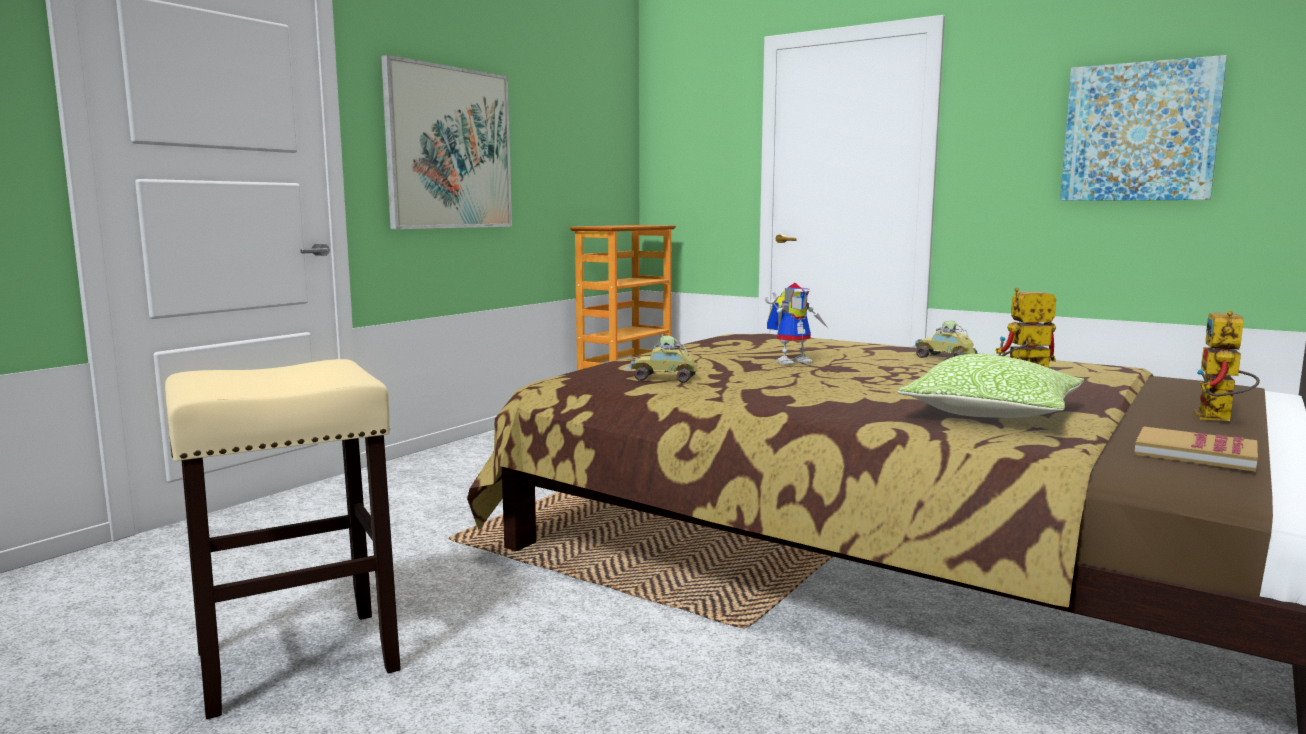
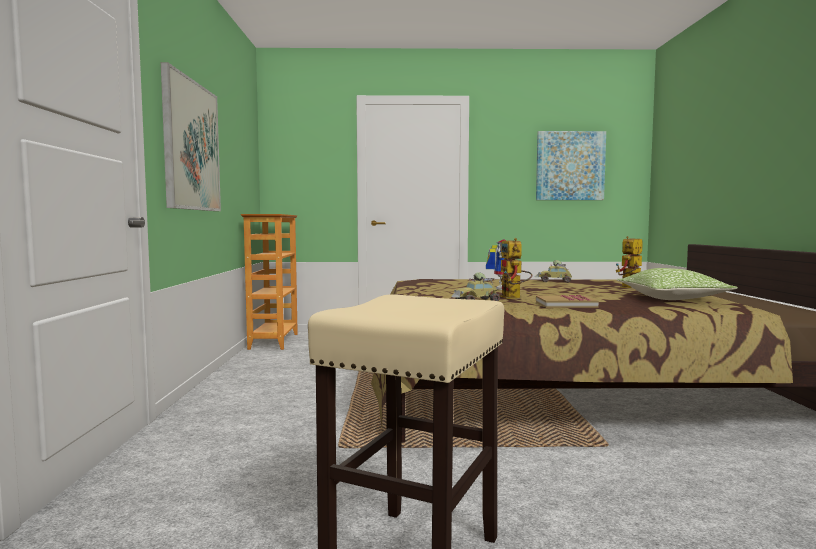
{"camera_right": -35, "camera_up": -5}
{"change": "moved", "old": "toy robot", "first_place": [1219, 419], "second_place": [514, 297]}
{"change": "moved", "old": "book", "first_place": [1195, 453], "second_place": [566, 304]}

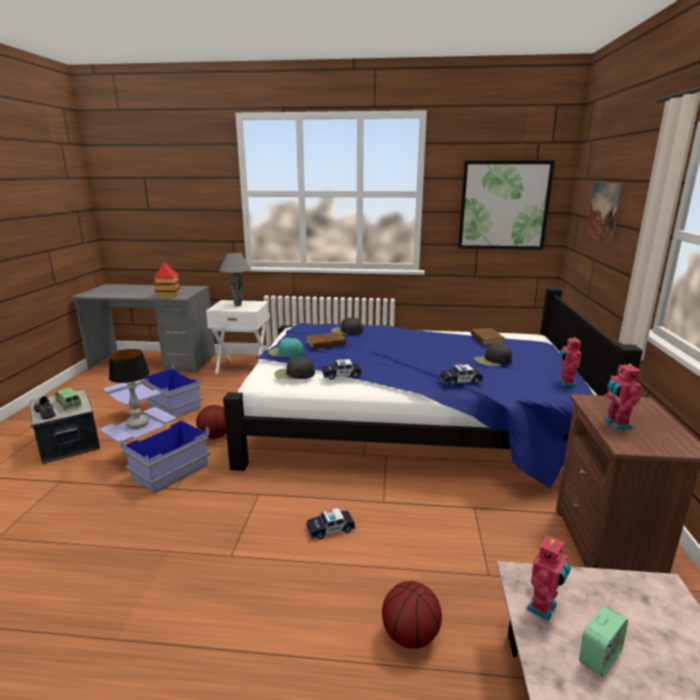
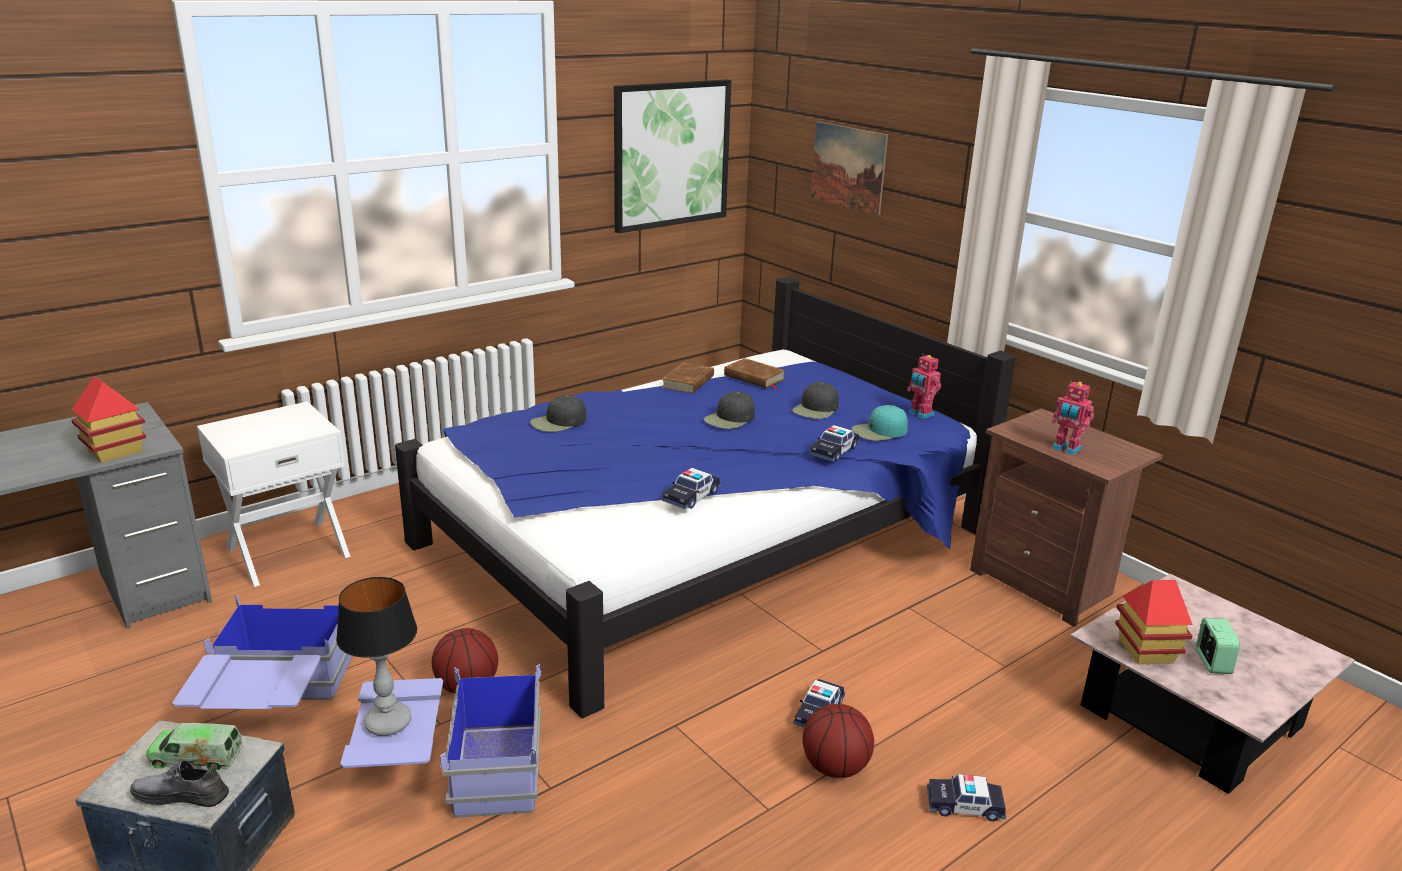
{"camera_right": -45, "camera_up": 5}
{"change": "removed", "old": "grey table lamp", "first_place": [238, 305]}
{"change": "moved", "old": "brown book", "first_place": [326, 343], "second_place": [688, 382]}
{"change": "moved", "old": "turquoise cap", "first_place": [285, 353], "second_place": [879, 431]}
{"change": "moved", "old": "black cap", "first_place": [294, 374], "second_place": [730, 419]}
{"change": "replaced", "old": "toy robot", "new": "toy house", "first_place": [543, 608], "second_place": [1145, 651]}
{"change": "moved", "old": "basketball", "first_place": [410, 636], "second_place": [835, 768]}
{"change": "added", "new": "toy car", "second_place": [964, 805]}

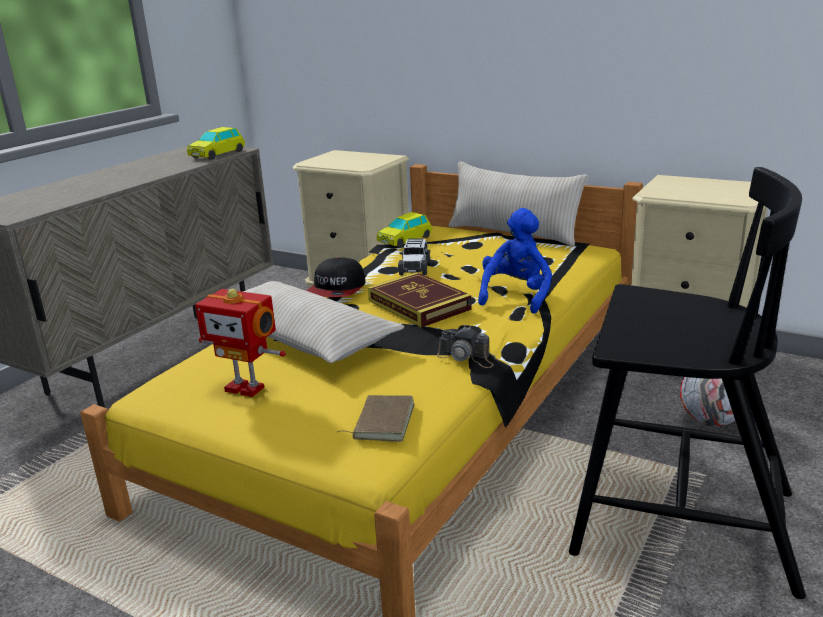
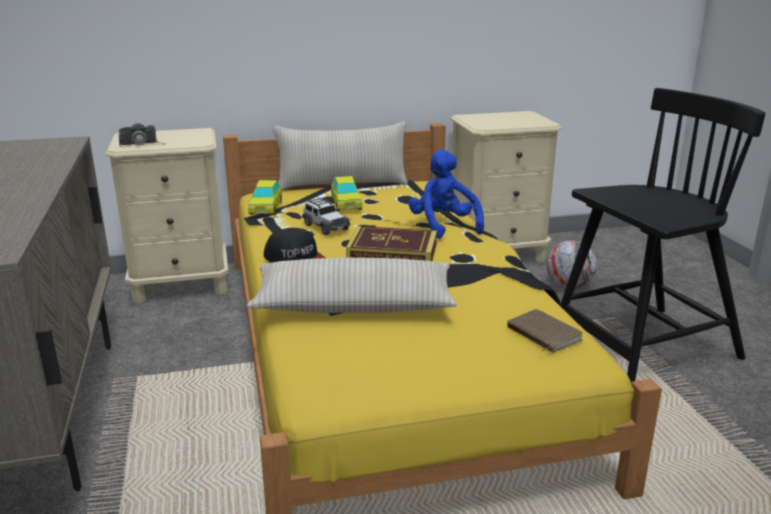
{"camera_right": -45, "camera_up": 0}
{"change": "moved", "old": "toy car", "first_place": [217, 154], "second_place": [346, 204]}
{"change": "removed", "old": "toy robot", "first_place": [246, 388]}
{"change": "moved", "old": "photo camera", "first_place": [466, 357], "second_place": [142, 144]}

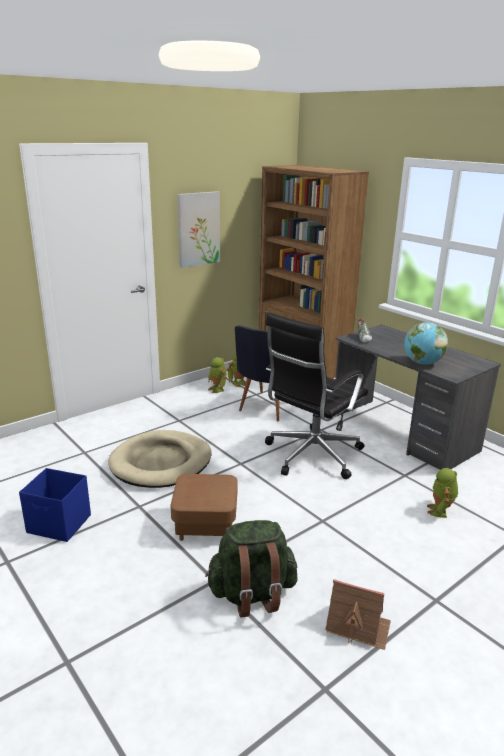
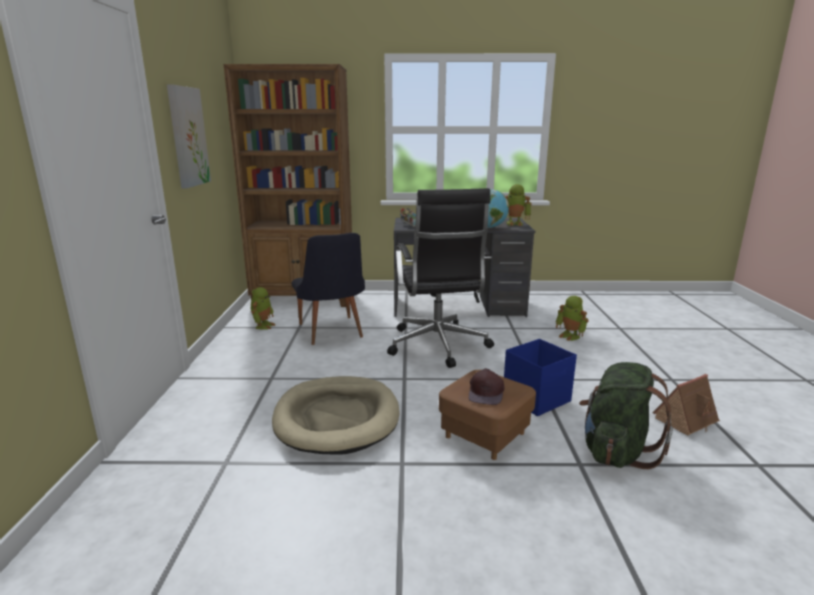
{"camera_right": -50, "camera_up": -5}
{"change": "moved", "old": "toy robot", "first_place": [218, 389], "second_place": [514, 223]}
{"change": "moved", "old": "blue storage box", "first_place": [59, 524], "second_place": [537, 399]}
{"change": "added", "new": "brown cap", "second_place": [487, 392]}

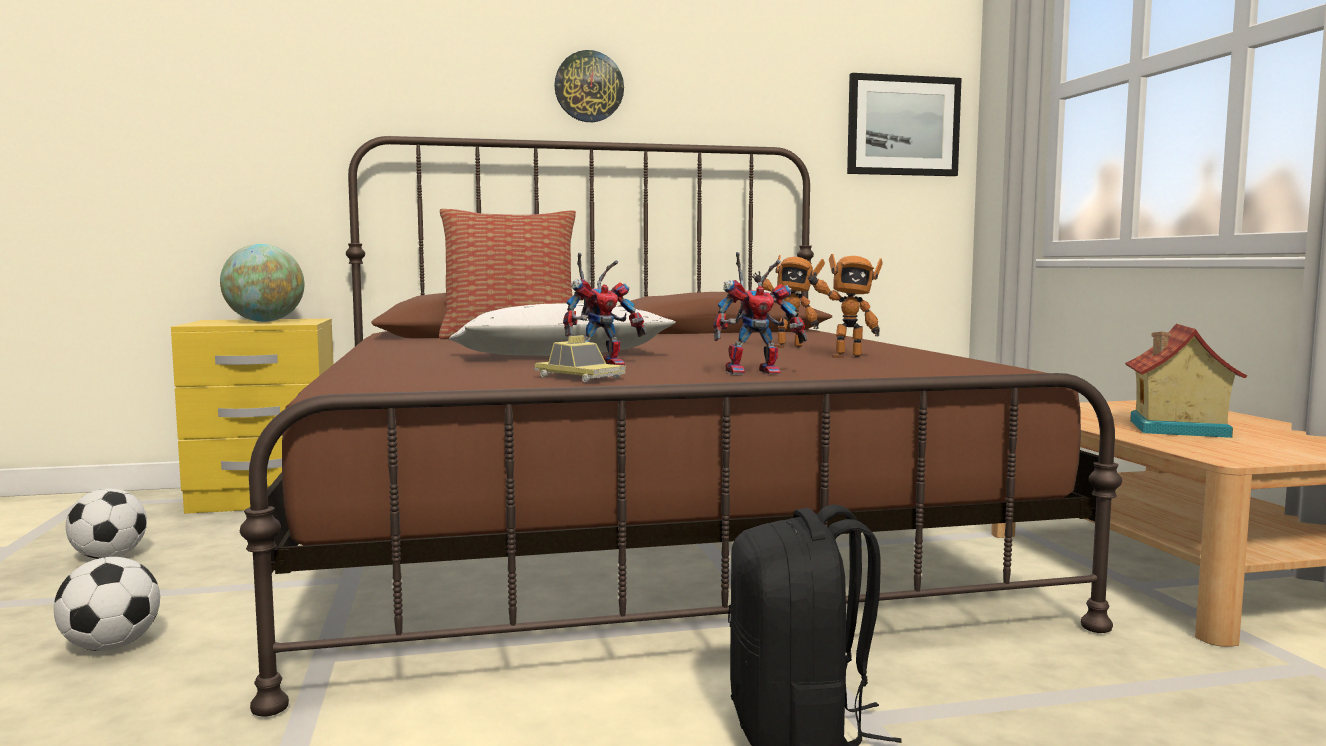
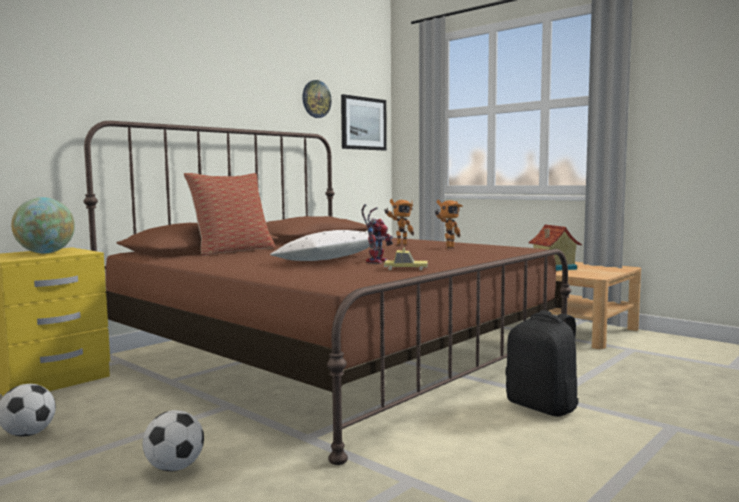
{"camera_right": -35, "camera_up": 0}
{"change": "moved", "old": "wall clock", "first_place": [589, 86], "second_place": [316, 99]}
{"change": "removed", "old": "toy robot", "first_place": [756, 372]}

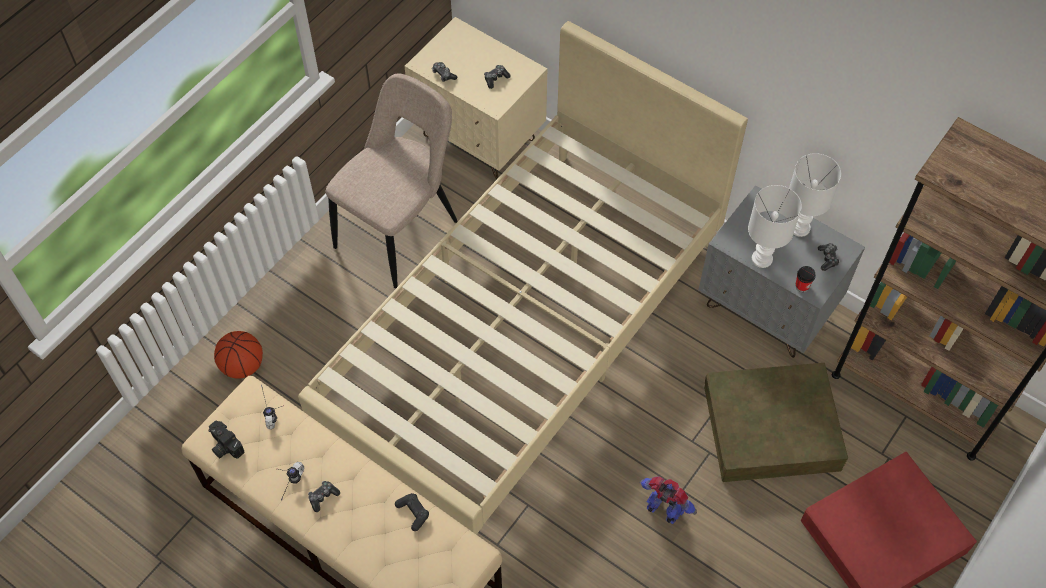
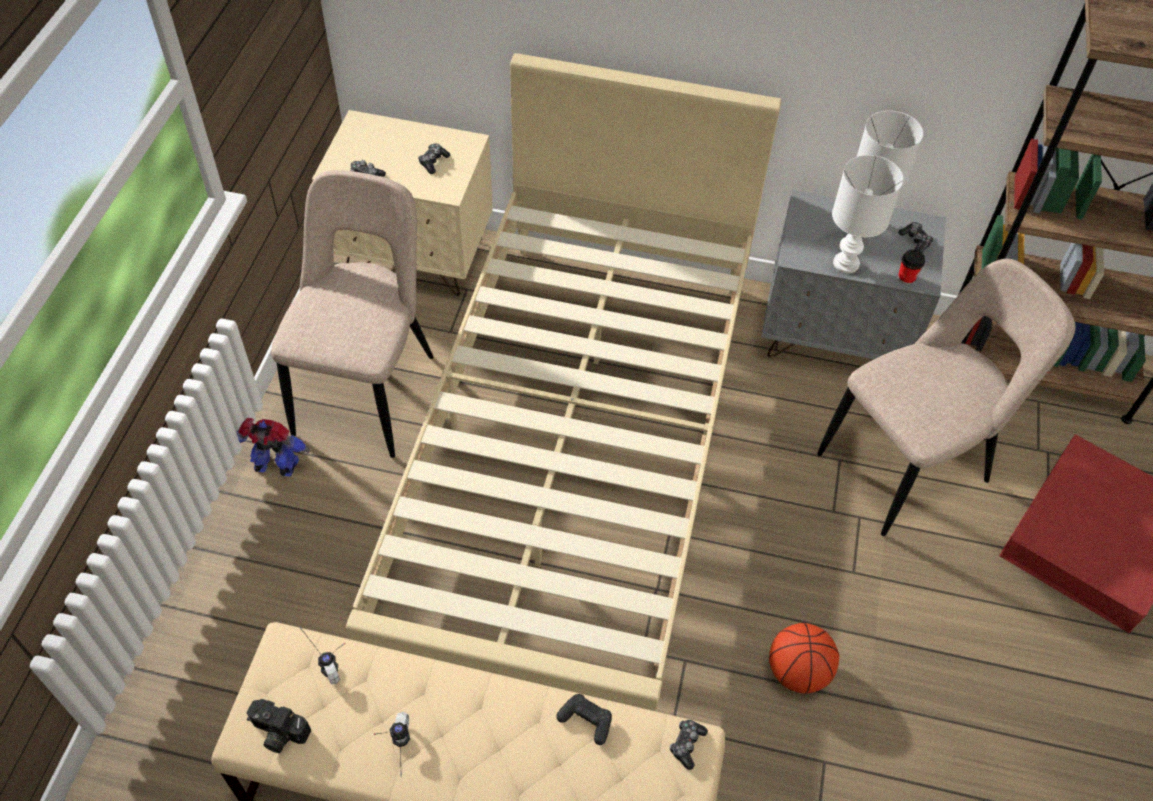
{"camera_right": -25, "camera_up": -5}
{"change": "moved", "old": "basketball", "first_place": [242, 366], "second_place": [798, 672]}
{"change": "replaced", "old": "brown storage box", "new": "beige chair", "first_place": [771, 428], "second_place": [910, 465]}
{"change": "moved", "old": "toy robot", "first_place": [664, 510], "second_place": [276, 466]}
{"change": "moved", "old": "game controller", "first_place": [323, 497], "second_place": [686, 744]}

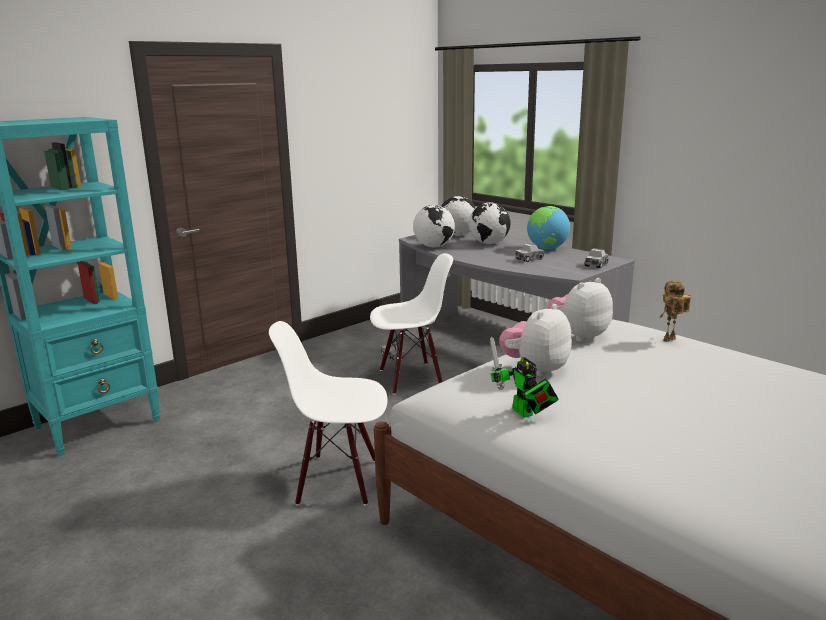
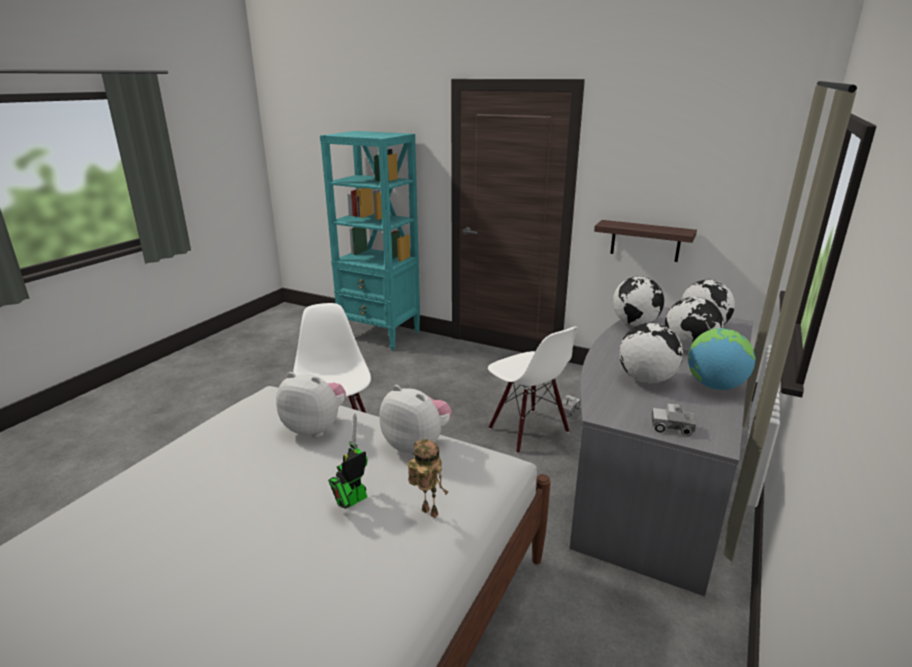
{"camera_right": 70, "camera_up": 5}
{"change": "replaced", "old": "toy truck", "new": "globe", "first_place": [529, 259], "second_place": [646, 379]}
{"change": "moved", "old": "toy robot", "first_place": [524, 413], "second_place": [351, 501]}
{"change": "added", "new": "shelf", "second_place": [645, 241]}

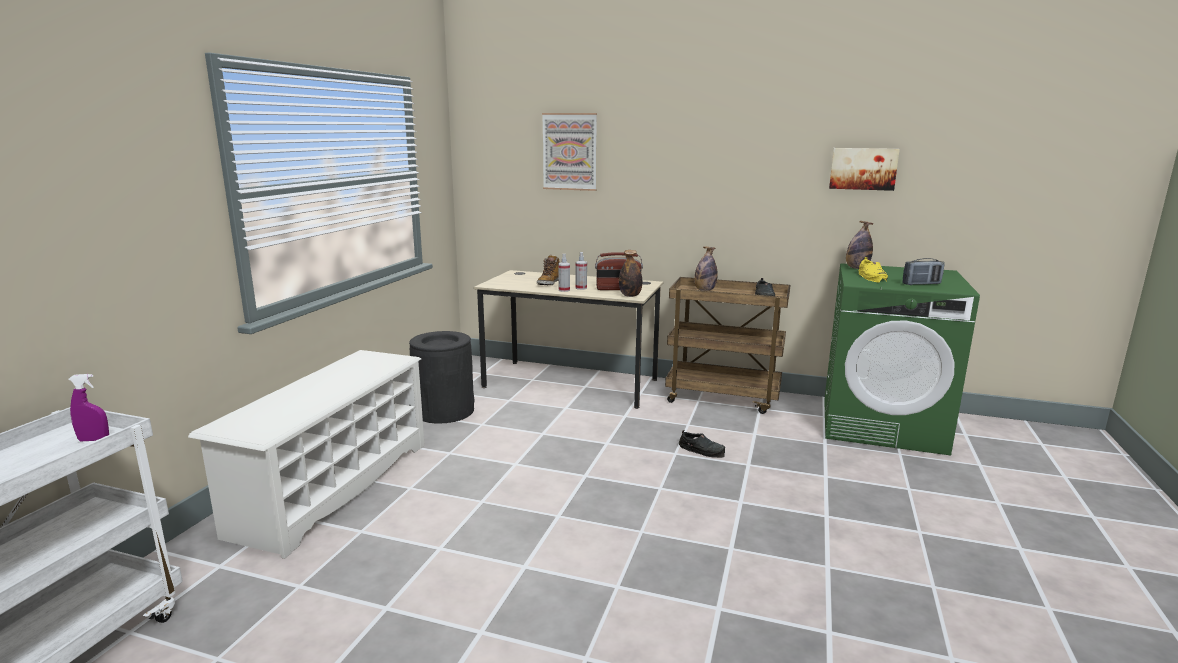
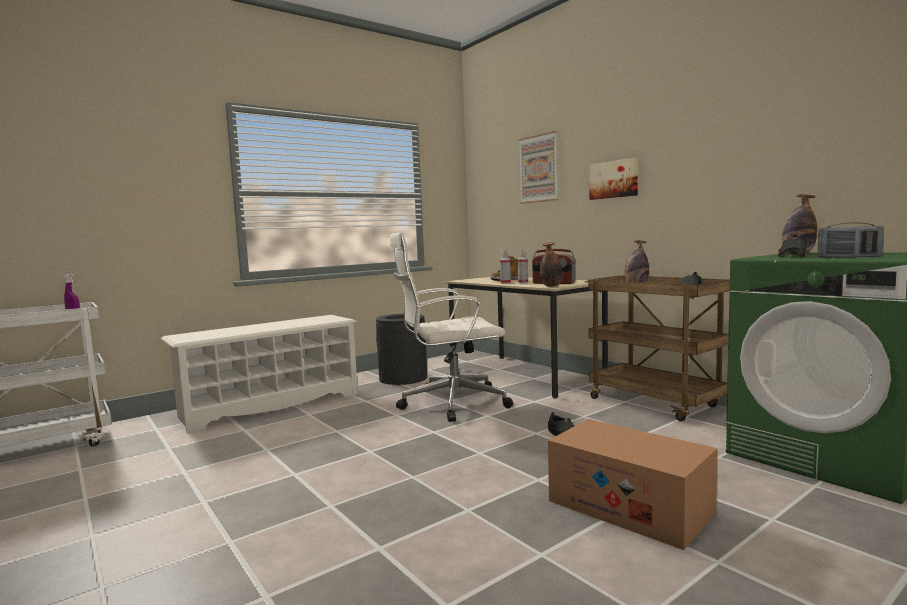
{"camera_right": 35, "camera_up": -10}
{"change": "moved", "old": "picture", "first_place": [863, 168], "second_place": [614, 179]}
{"change": "recoloured", "old": "yellow shoe", "new": "black shoe", "first_place": [872, 277], "second_place": [793, 256]}
{"change": "added", "new": "white office chair", "second_place": [450, 403]}
{"change": "added", "new": "cardboard box", "second_place": [629, 506]}

